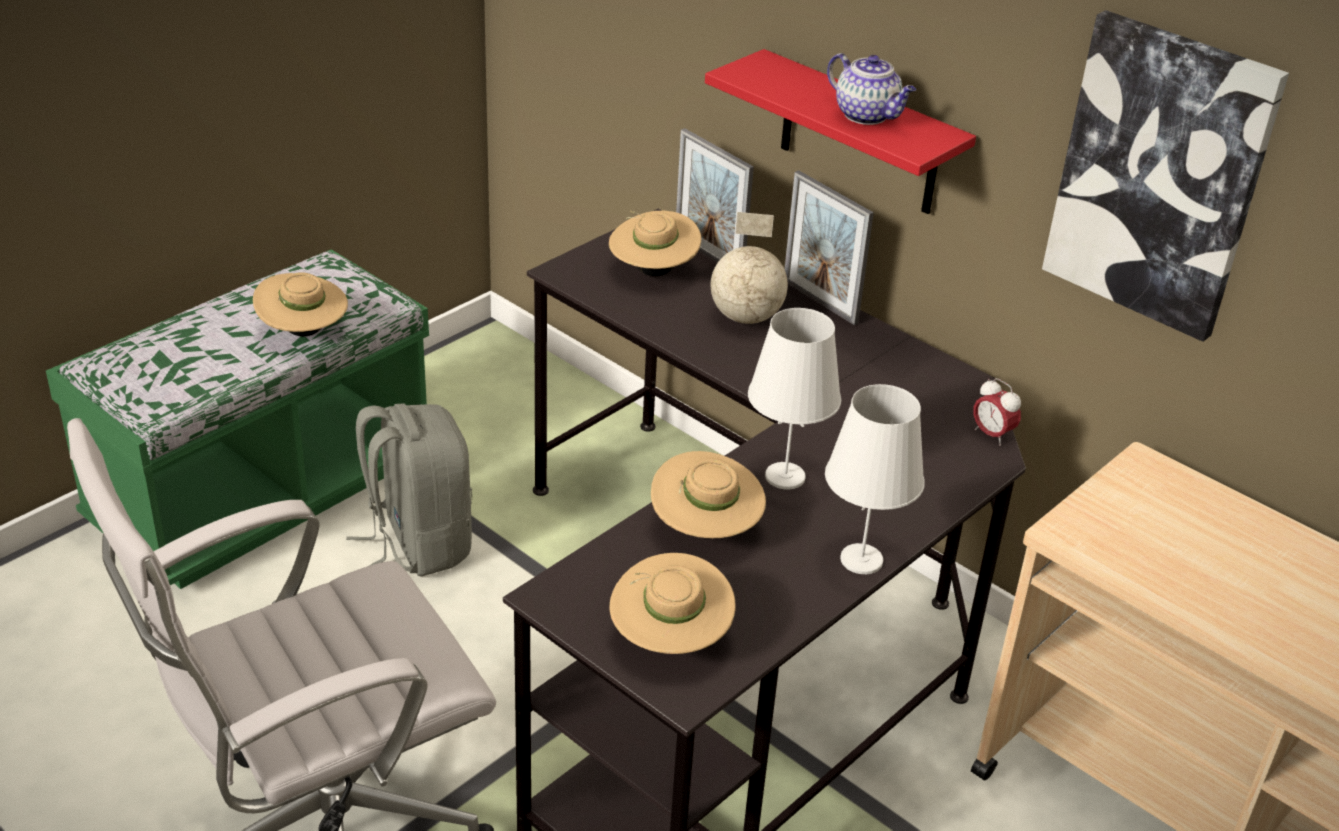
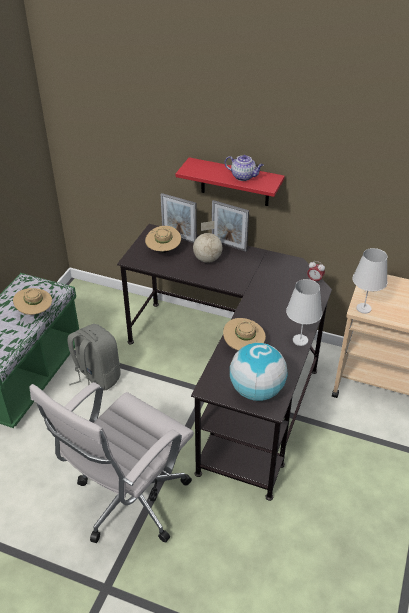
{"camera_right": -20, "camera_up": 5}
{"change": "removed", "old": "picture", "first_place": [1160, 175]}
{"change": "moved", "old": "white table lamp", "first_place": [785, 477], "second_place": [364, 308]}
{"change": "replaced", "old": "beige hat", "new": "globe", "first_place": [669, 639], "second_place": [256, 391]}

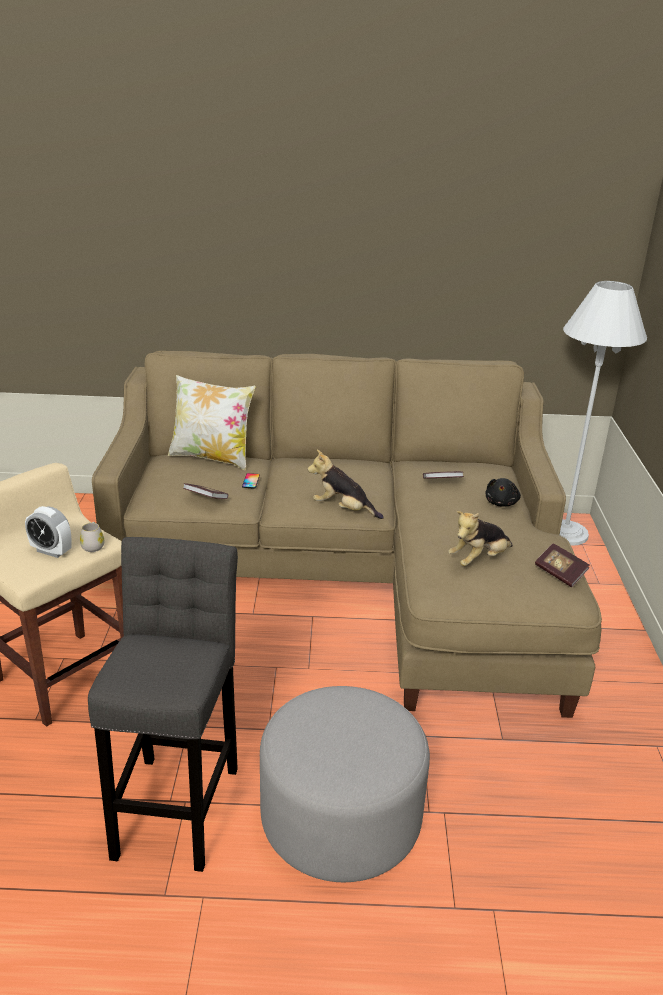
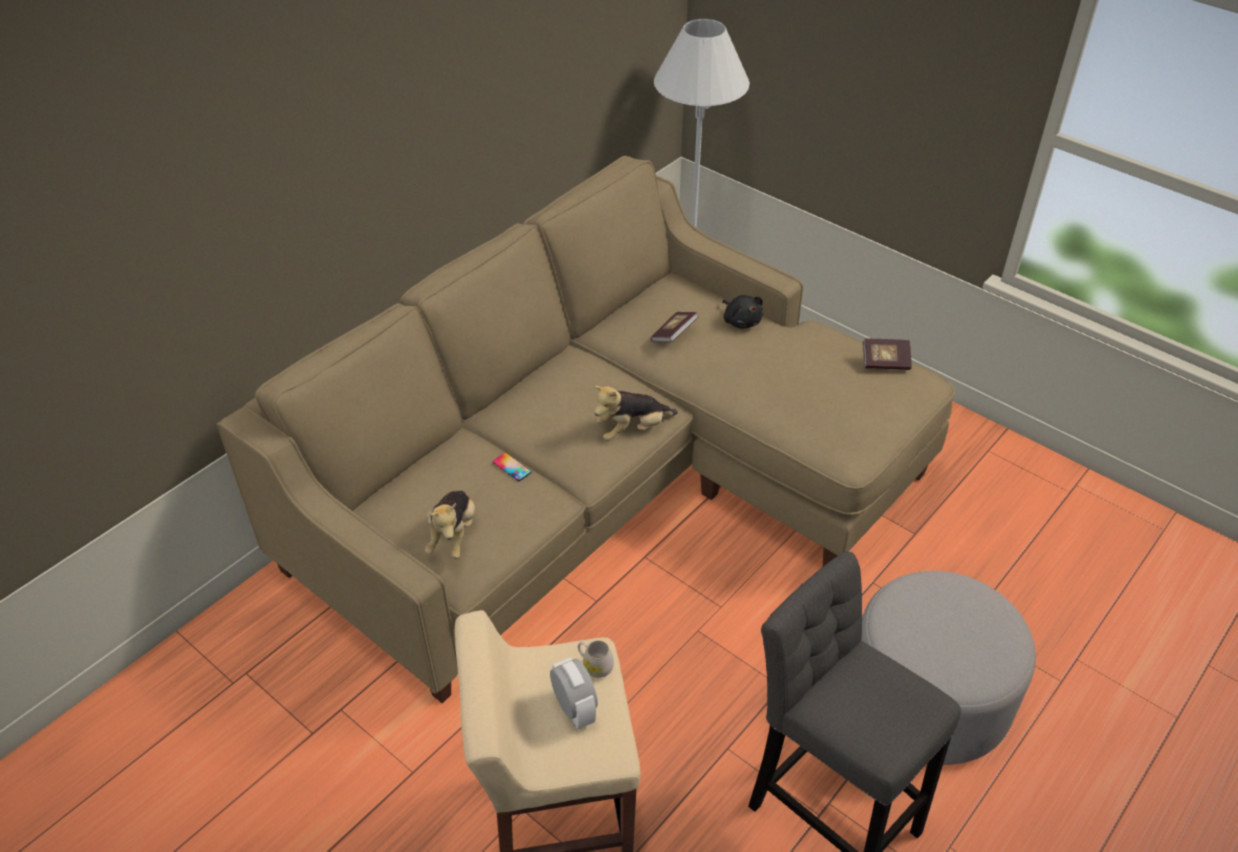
{"camera_right": -50, "camera_up": 15}
{"change": "removed", "old": "pillow", "first_place": [212, 457]}
{"change": "removed", "old": "book", "first_place": [206, 499]}
{"change": "turned", "old": "alarm clock", "first_place": [51, 551], "second_place": [574, 709], "degrees": -90}
{"change": "moved", "old": "plush toy", "first_place": [479, 560], "second_place": [453, 535]}

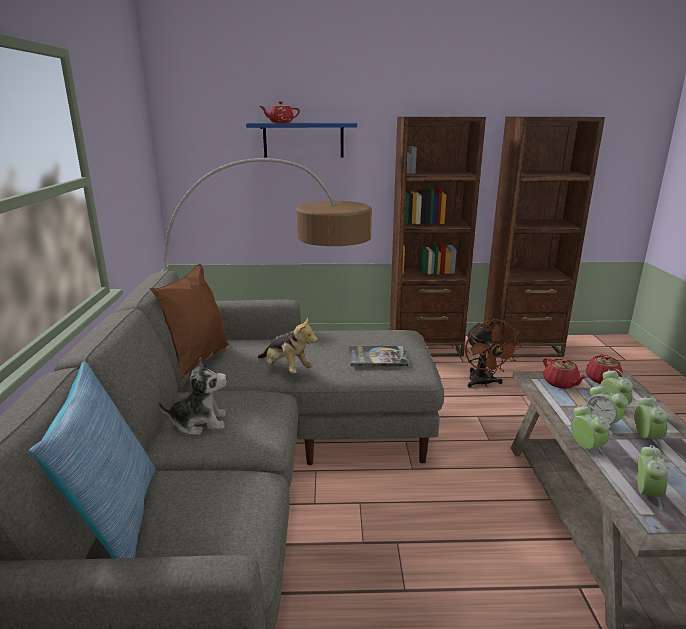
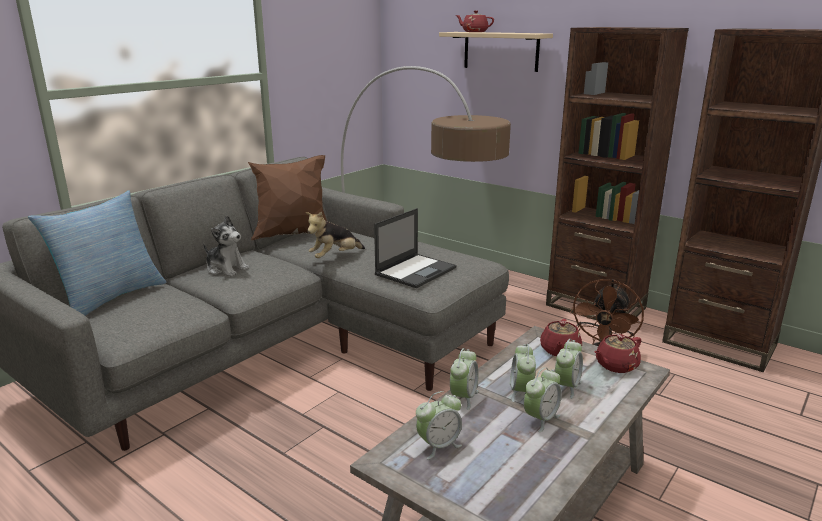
{"camera_right": 40, "camera_up": 0}
{"change": "recoloured", "old": "blue shelf", "new": "beige shelf", "first_place": [303, 140], "second_place": [500, 51]}
{"change": "turned", "old": "plush toy", "first_place": [286, 369], "second_place": [335, 257], "degrees": 60}
{"change": "replaced", "old": "book", "new": "laptop", "first_place": [377, 357], "second_place": [416, 271]}

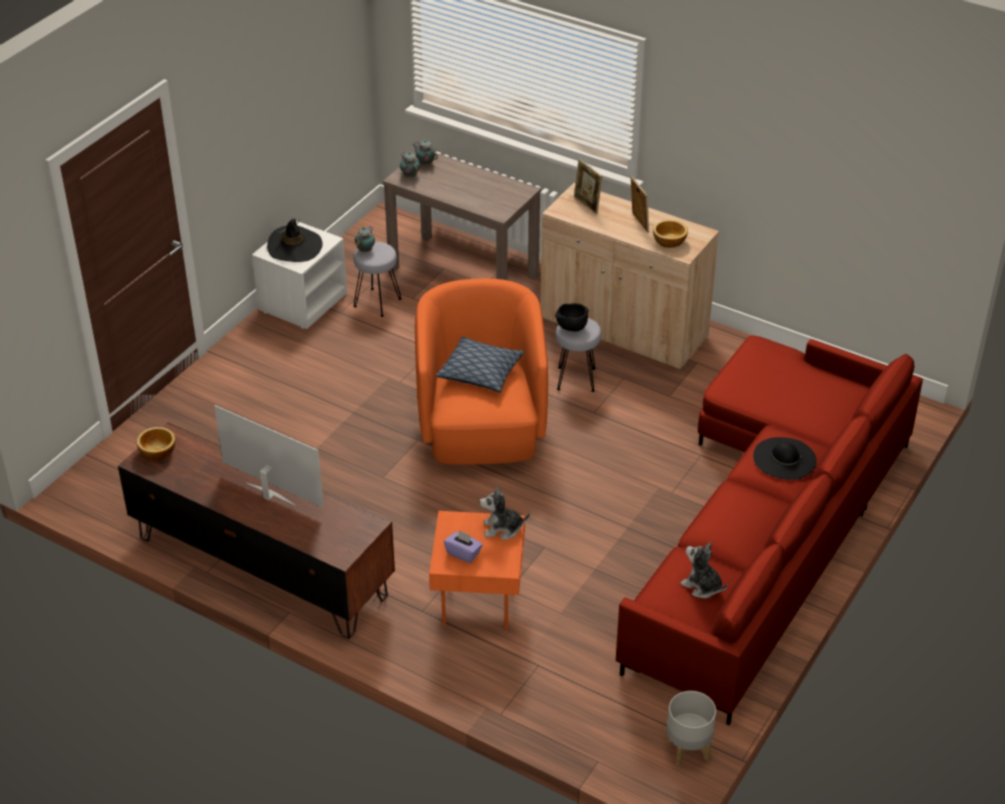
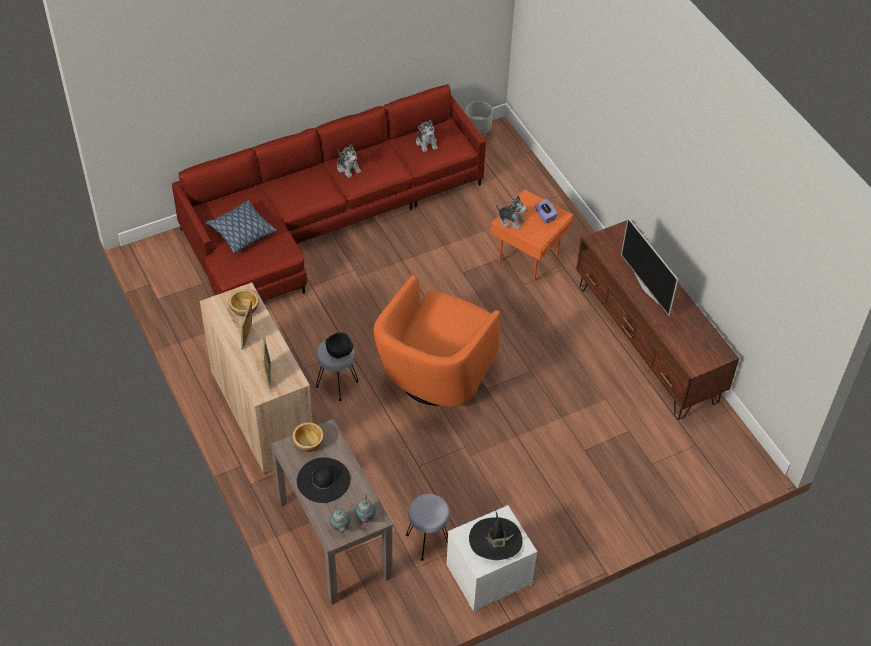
{"camera_right": -150, "camera_up": 10}
{"change": "removed", "old": "teapot", "first_place": [366, 250]}
{"change": "moved", "old": "pillow", "first_place": [480, 372], "second_place": [241, 232]}
{"change": "moved", "old": "bowl", "first_place": [157, 451], "second_place": [309, 443]}
{"change": "moved", "old": "black hat", "first_place": [784, 458], "second_place": [323, 480]}
{"change": "added", "new": "plush toy", "second_place": [348, 168]}

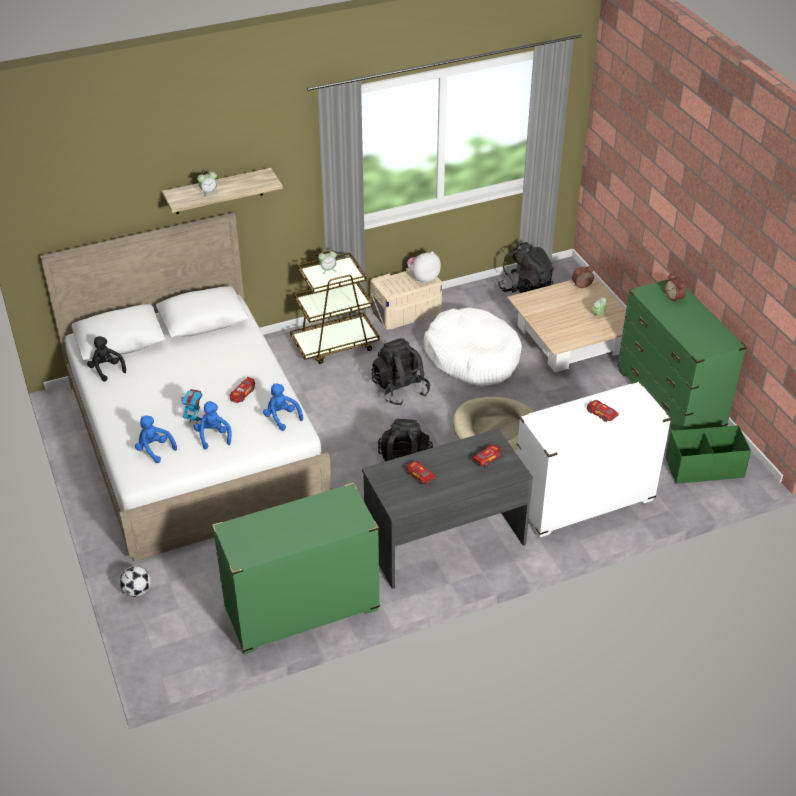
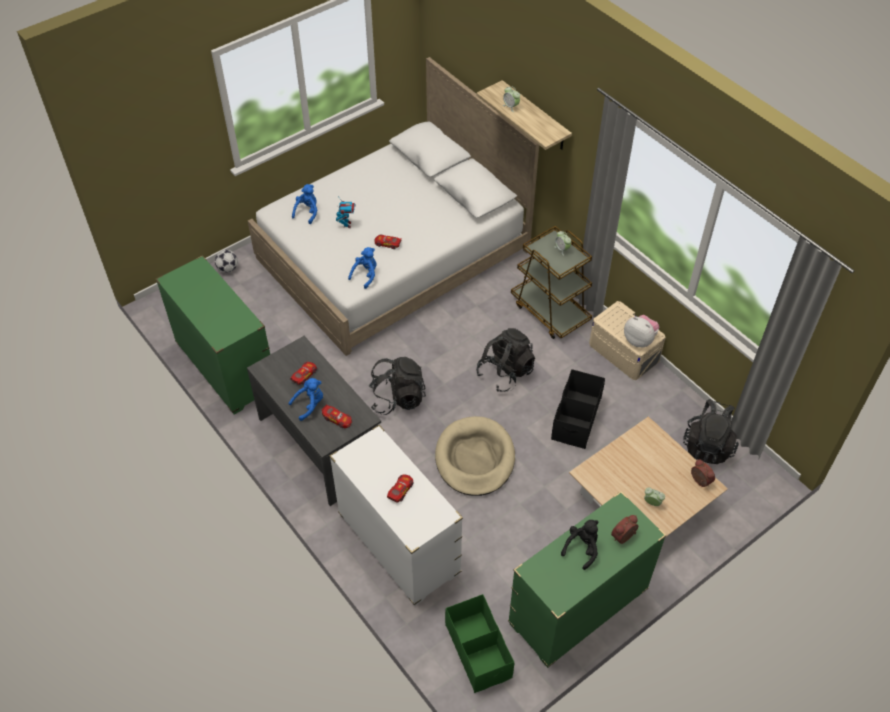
{"camera_right": 75, "camera_up": 10}
{"change": "replaced", "old": "white dog bed", "new": "black storage box", "first_place": [472, 357], "second_place": [576, 419]}
{"change": "moved", "old": "black plush toy", "first_place": [106, 369], "second_place": [582, 548]}
{"change": "moved", "old": "blue plush toy", "first_place": [213, 436], "second_place": [309, 405]}

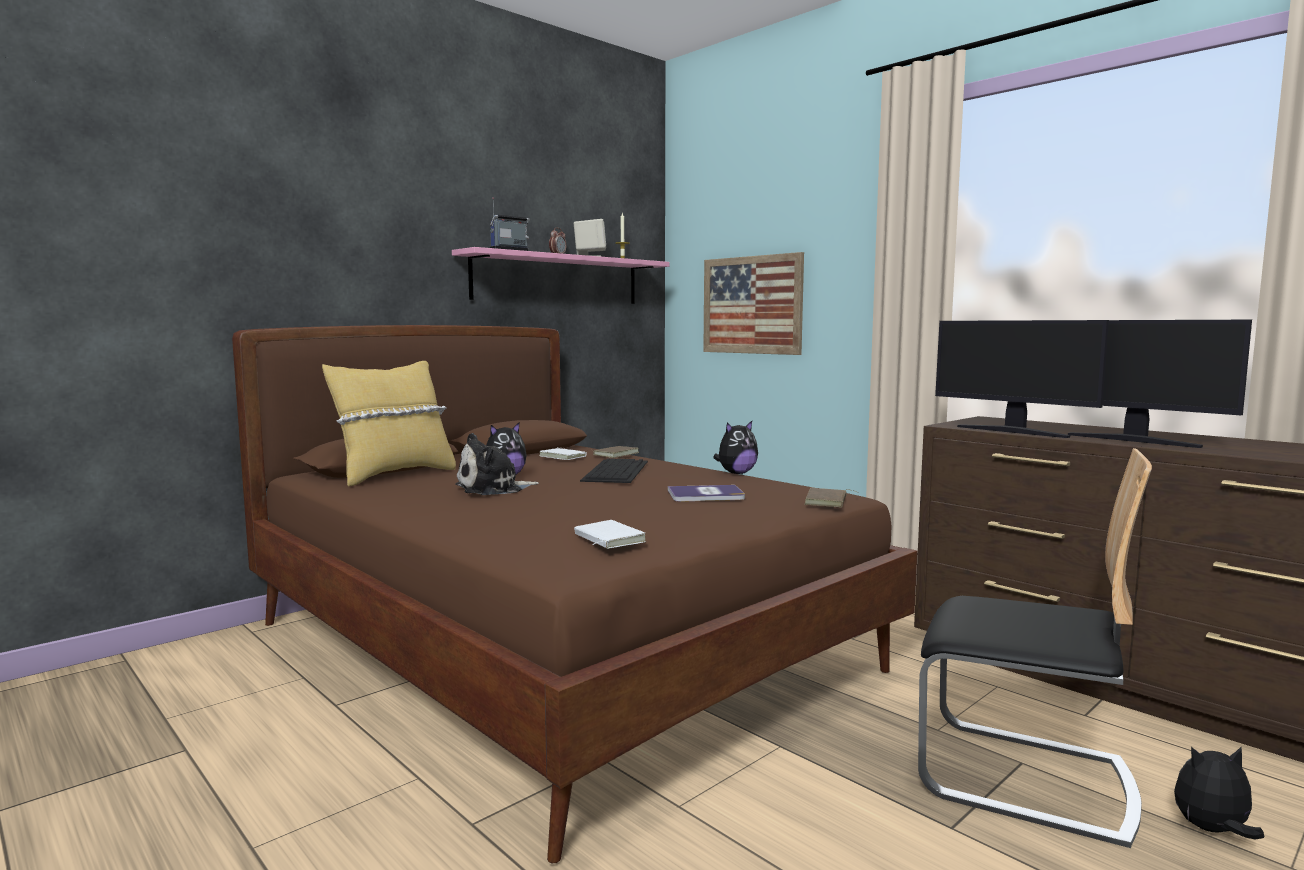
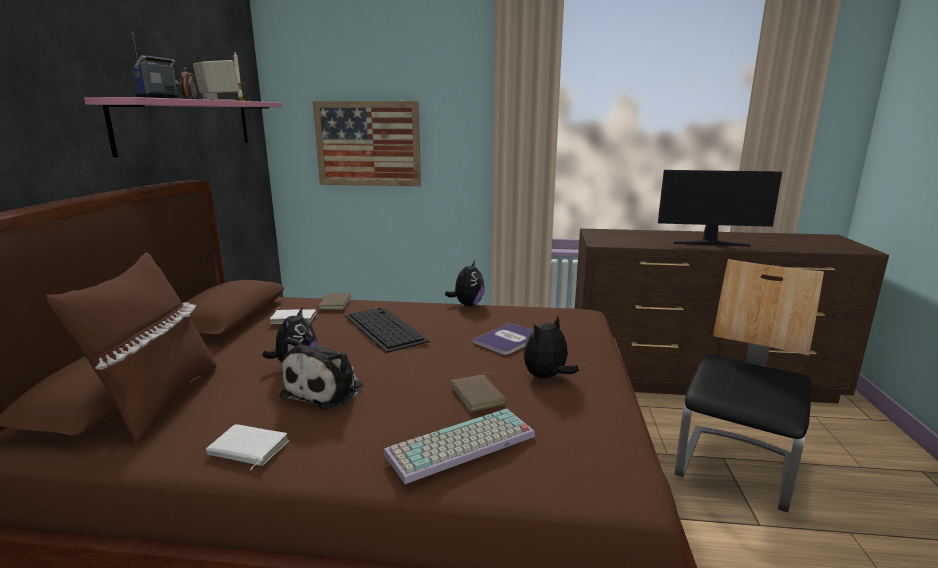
{"camera_right": -40, "camera_up": 10}
{"change": "removed", "old": "monitor", "first_place": [1012, 431]}
{"change": "recoloured", "old": "yellow pillow", "new": "brown pillow", "first_place": [394, 475], "second_place": [158, 401]}
{"change": "turned", "old": "chair", "first_place": [1024, 777], "second_place": [736, 467], "degrees": -45}
{"change": "moved", "old": "brown book", "first_place": [828, 501], "second_place": [480, 395]}
{"change": "moved", "old": "white book", "first_place": [607, 539], "second_place": [247, 450]}
{"change": "moved", "old": "plush toy", "first_place": [1212, 831], "second_place": [547, 377]}
{"change": "added", "new": "keyboard", "second_place": [461, 447]}

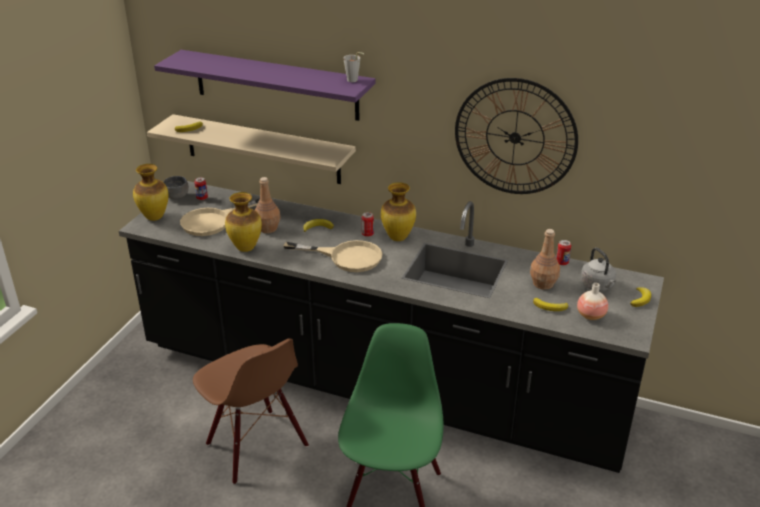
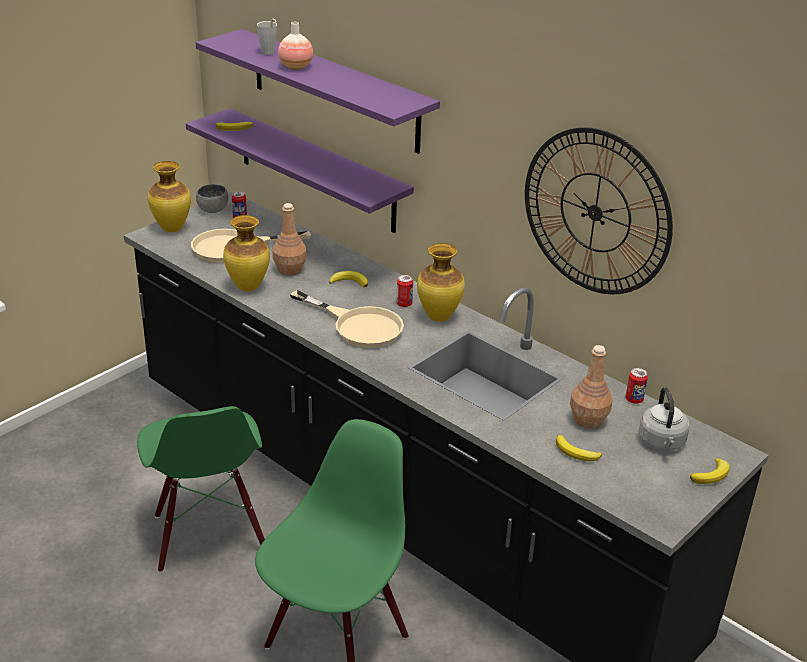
{"camera_right": 20, "camera_up": 0}
{"change": "moved", "old": "grey cup", "first_place": [354, 81], "second_place": [269, 53]}
{"change": "recoloured", "old": "beige shelf", "new": "purple shelf", "first_place": [262, 149], "second_place": [316, 170]}
{"change": "moved", "old": "vase", "first_place": [590, 316], "second_place": [296, 67]}
{"change": "recoloured", "old": "brown chair", "new": "green chair", "first_place": [256, 446], "second_place": [208, 535]}

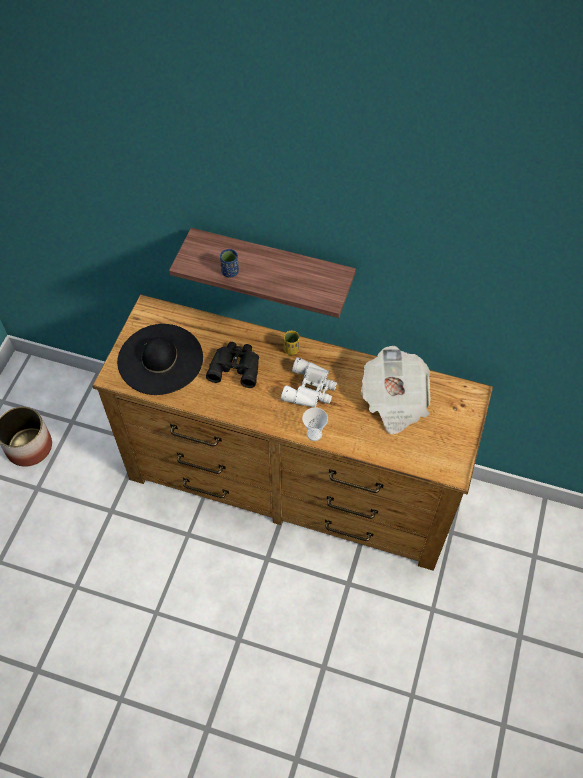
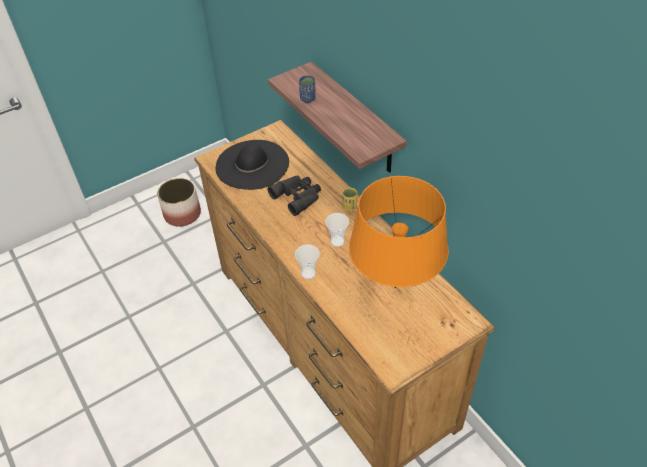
{"camera_right": 40, "camera_up": -10}
{"change": "replaced", "old": "newspaper", "new": "orange table lamp", "first_place": [394, 401], "second_place": [395, 288]}
{"change": "replaced", "old": "white binoculars", "new": "cup", "first_place": [311, 389], "second_place": [337, 241]}

